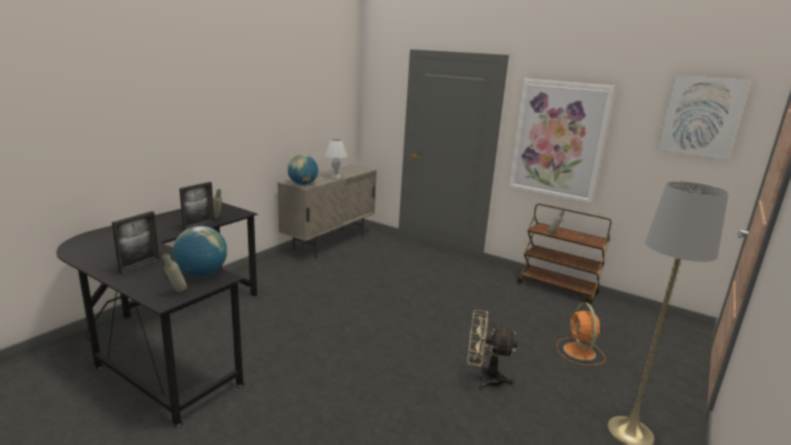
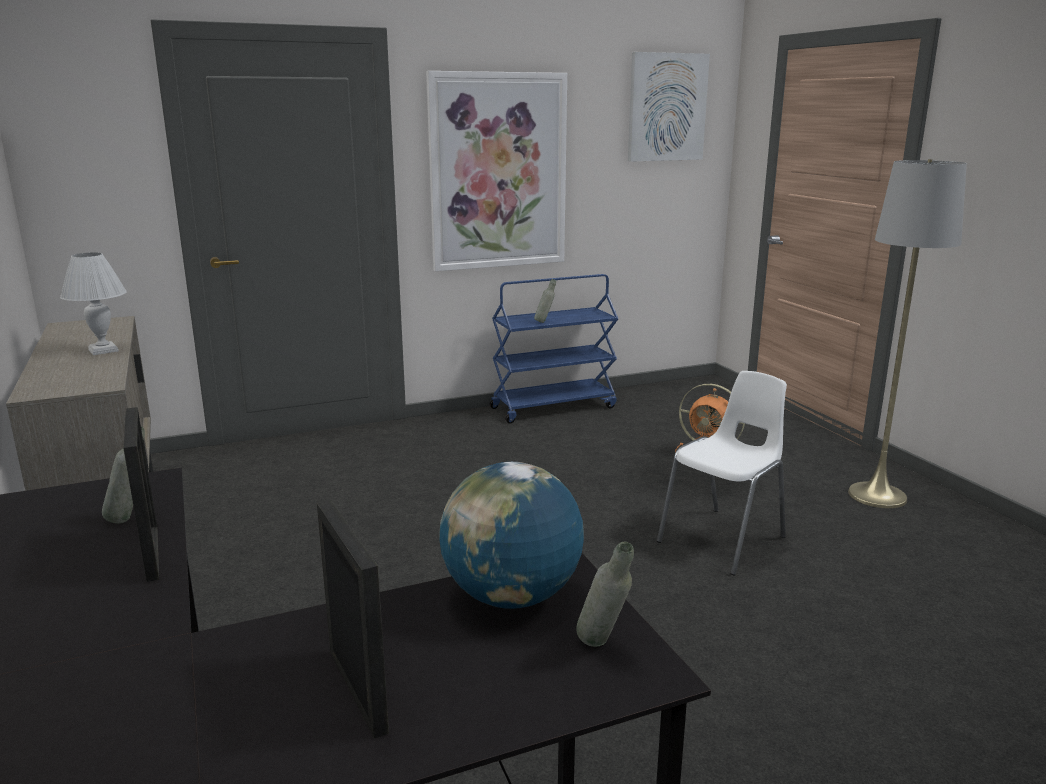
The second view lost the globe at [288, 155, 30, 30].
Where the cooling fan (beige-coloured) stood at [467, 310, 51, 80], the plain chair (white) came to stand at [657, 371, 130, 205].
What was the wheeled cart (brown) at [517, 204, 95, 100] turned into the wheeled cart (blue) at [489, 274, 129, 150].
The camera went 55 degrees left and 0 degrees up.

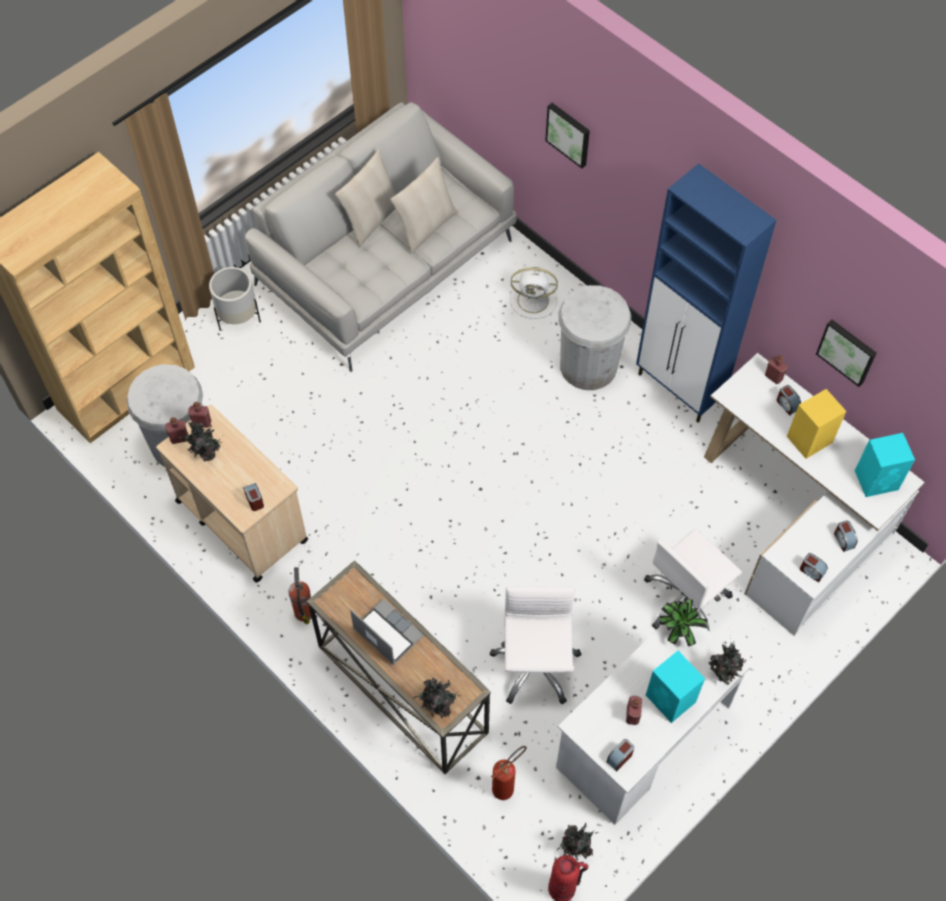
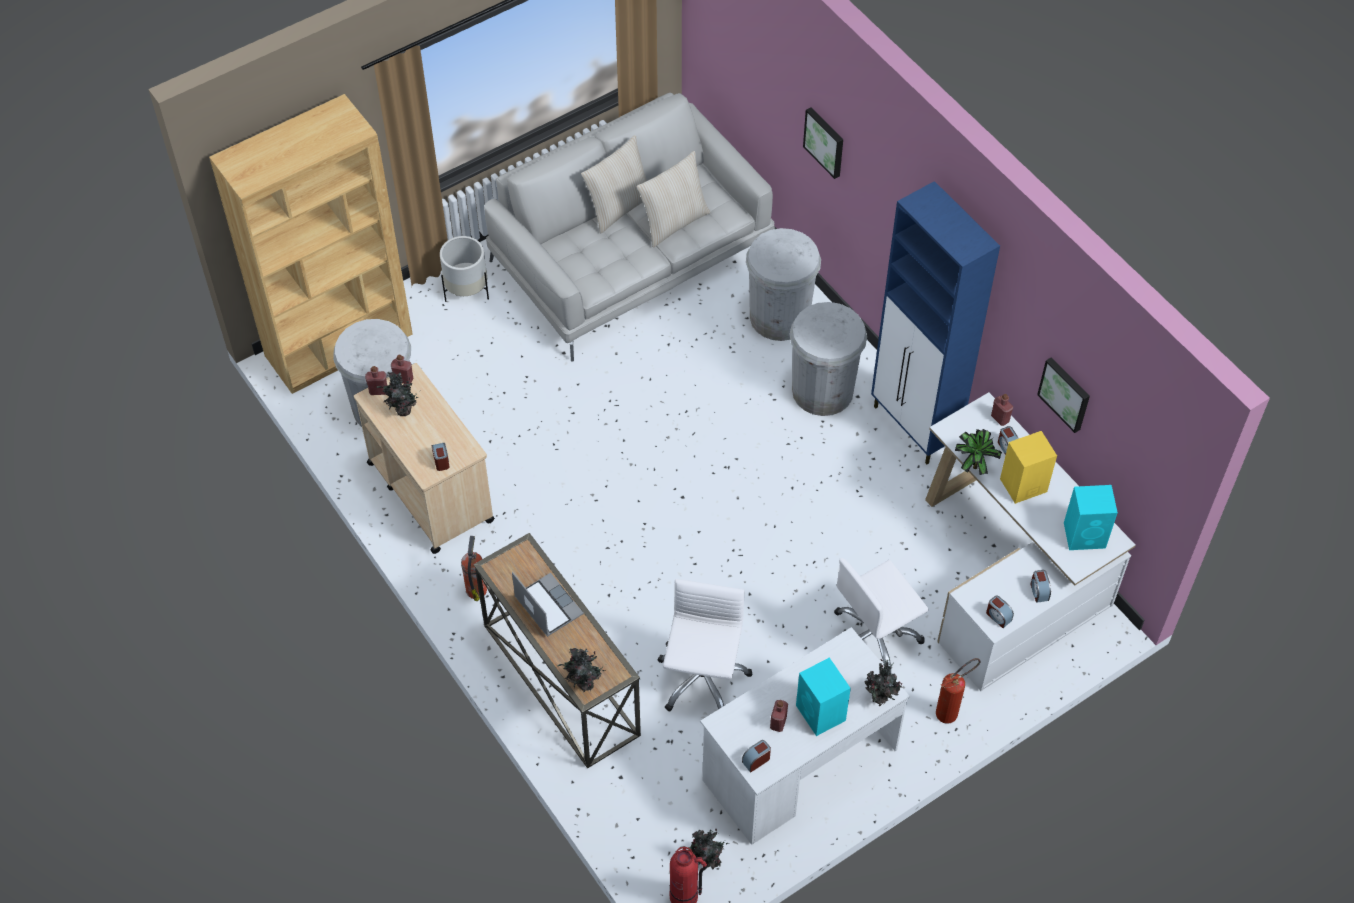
The fire extinguisher ended up elsewhere, having gone from [491, 746, 36, 54] to [936, 658, 45, 66].
The houseplant ended up elsewhere, having gone from [659, 598, 49, 49] to [955, 429, 47, 46].
Where the cooling fan (white) stood at [510, 267, 48, 52], the waste bin (white) came to stand at [746, 228, 75, 113].
The camera went 10 degrees right and 5 degrees down.

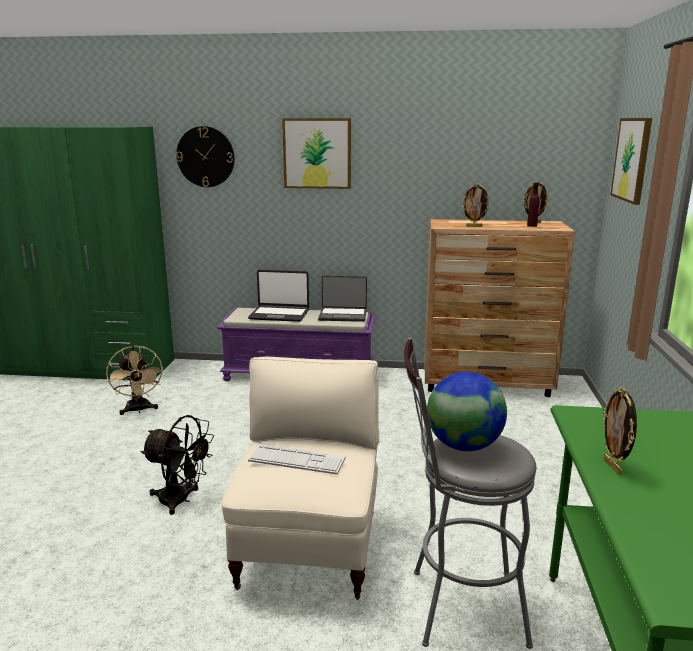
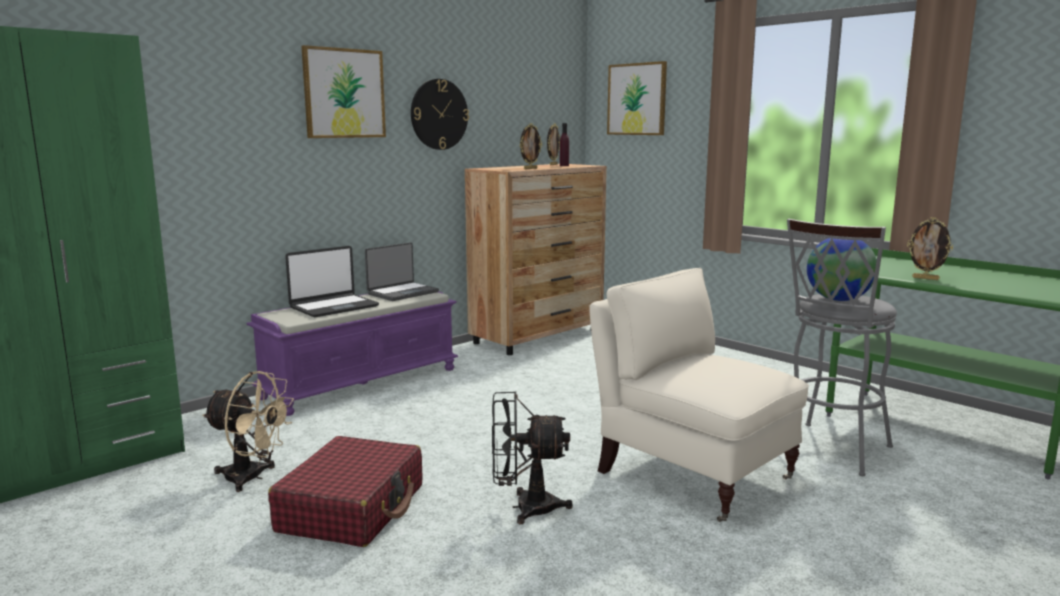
The second view lost the computer keyboard at [248, 444, 98, 31].
The second view gained the suitcase (red-coloured) at [268, 436, 154, 111].
The hanging clock ended up elsewhere, having gone from [176, 126, 58, 61] to [411, 79, 58, 71].
The cooling fan (black) at [141, 415, 73, 100] ended up facing another way, 150 degrees counterclockwise from before.
The camera went 50 degrees left and 5 degrees down.

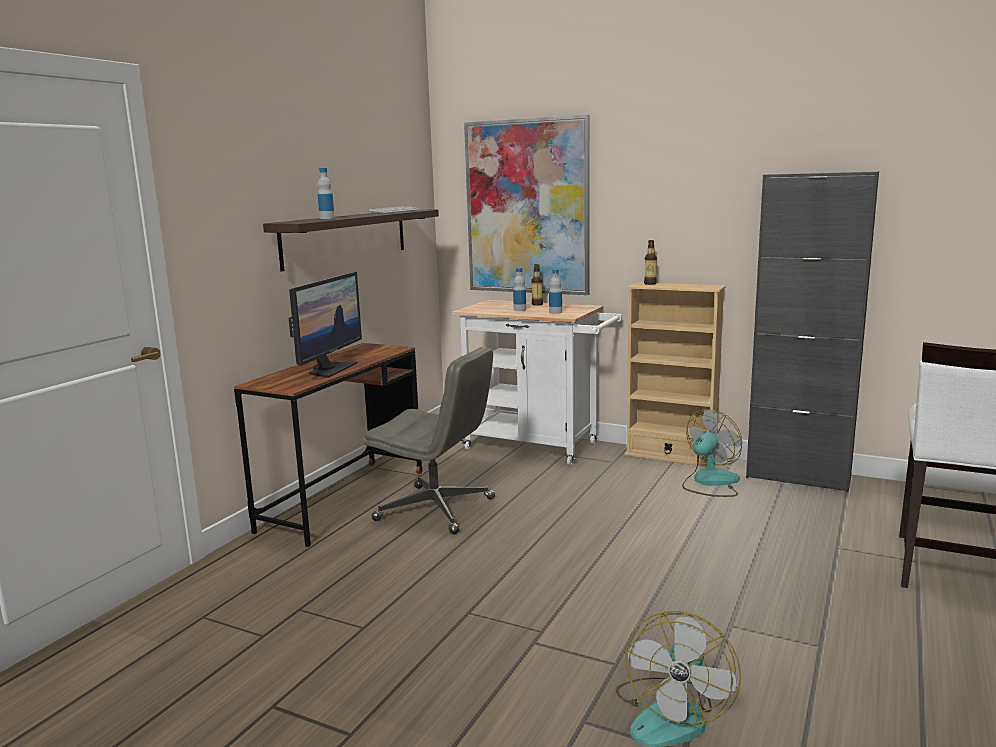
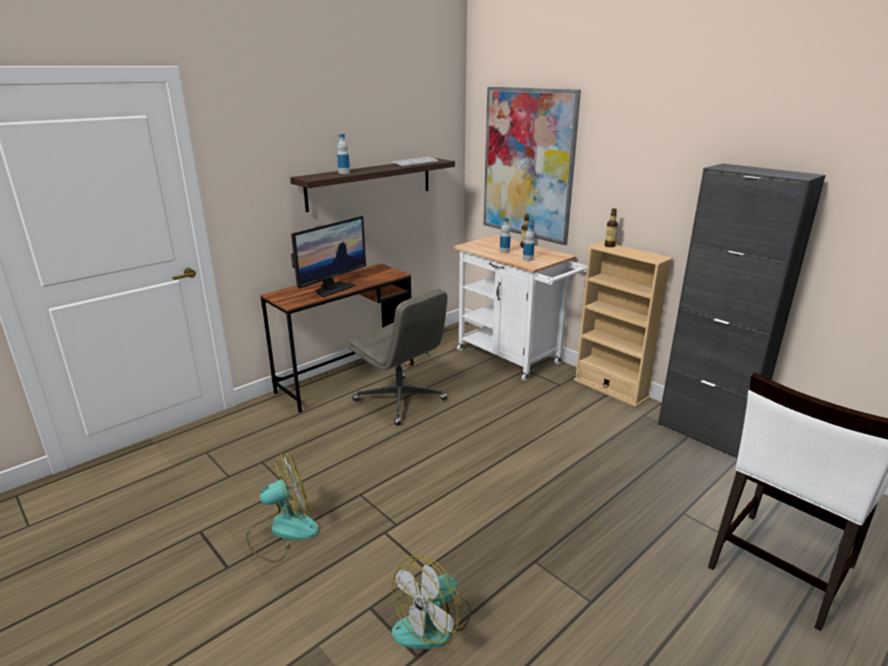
The cooling fan ended up elsewhere, having gone from [682, 409, 60, 88] to [246, 453, 73, 109].
The camera went 20 degrees right and 10 degrees up.

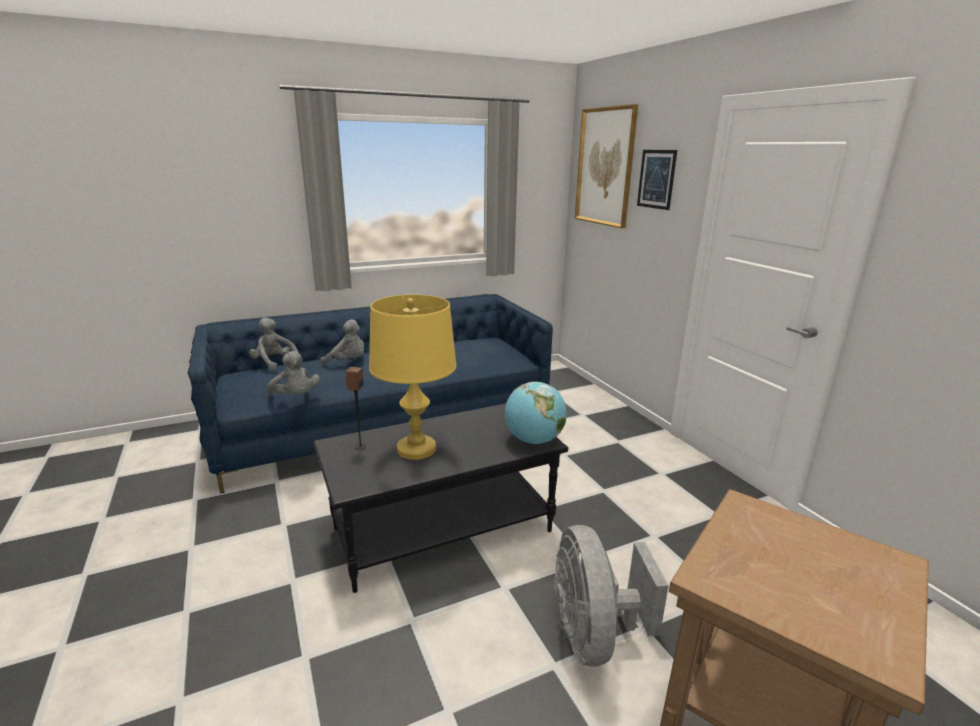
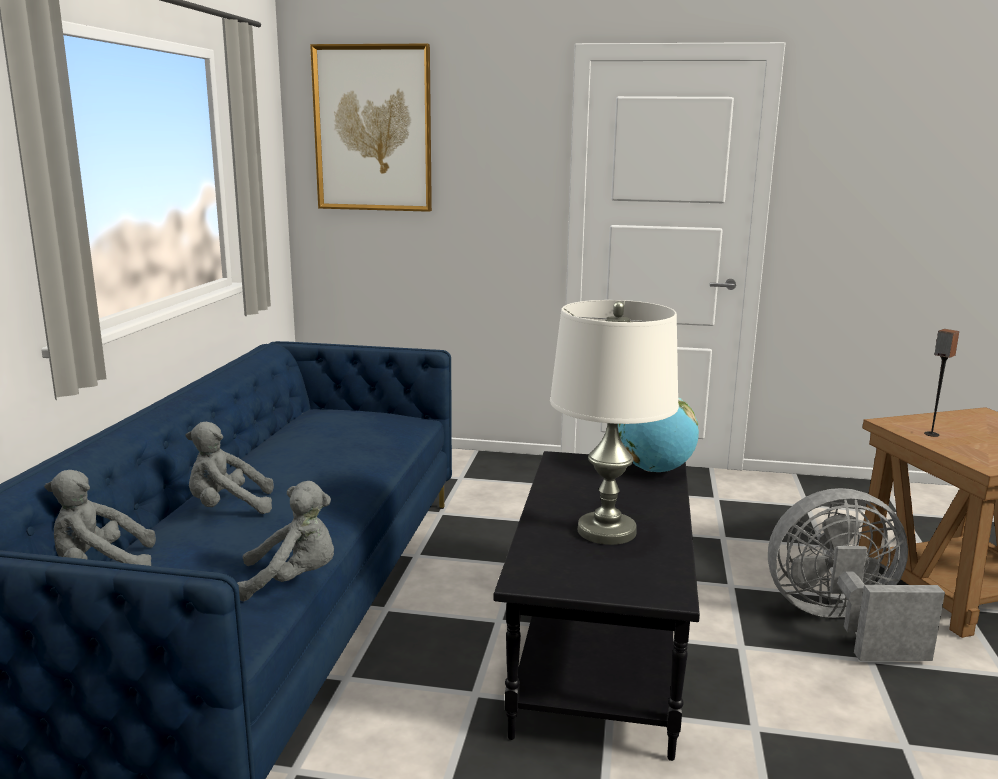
The second view lost the wall picture at [637, 150, 40, 60].
The speaker ended up elsewhere, having gone from [345, 367, 21, 83] to [924, 329, 35, 108].
What was the tabletop lamp (yellow-coloured) at [369, 295, 88, 165] turned into the tabletop lamp (white) at [550, 300, 129, 245].
The plush toy (greyish) at [321, 319, 43, 47] ended up facing another way, 150 degrees counterclockwise from before.
The cooling fan (greyish) at [555, 525, 114, 142] ended up facing another way, 150 degrees clockwise from before.
The camera went 55 degrees left and 5 degrees down.

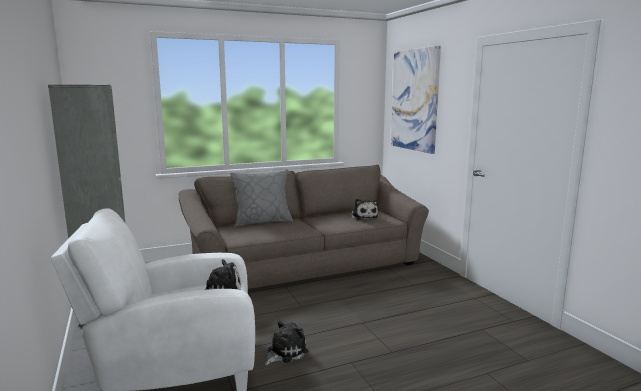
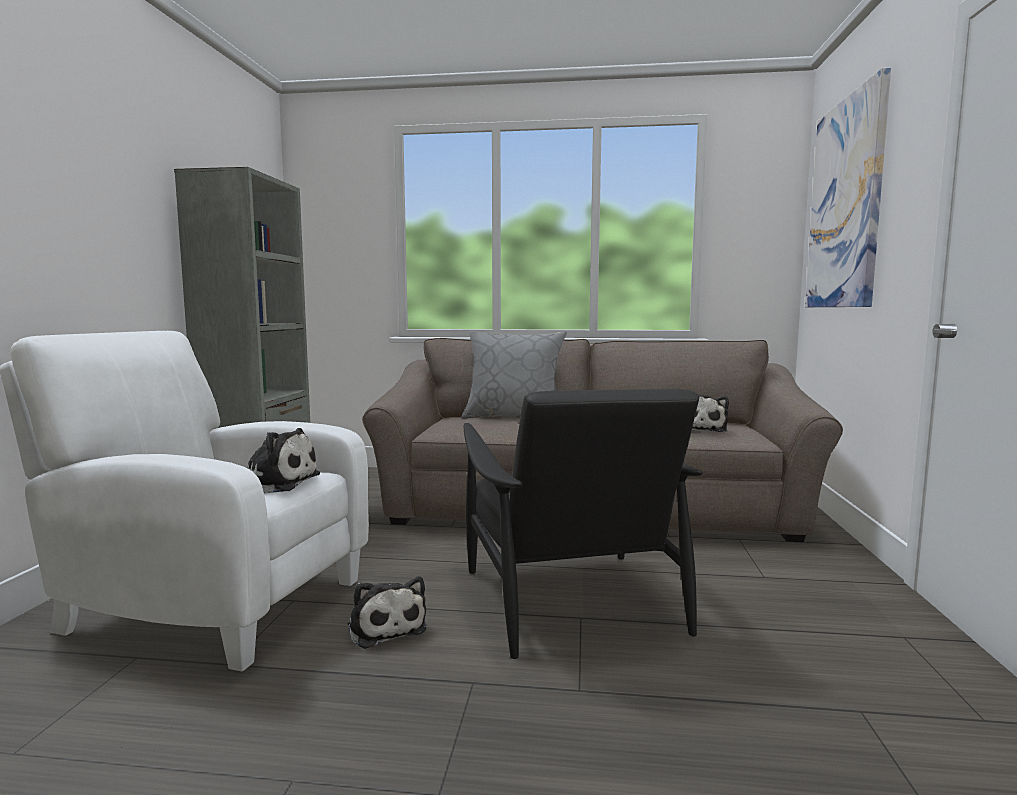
The second view gained the lounge chair (black) at [463, 389, 240, 270].
The plush toy at [265, 321, 43, 44] ended up facing another way, 75 degrees clockwise from before.
The camera went 30 degrees right and 5 degrees down.

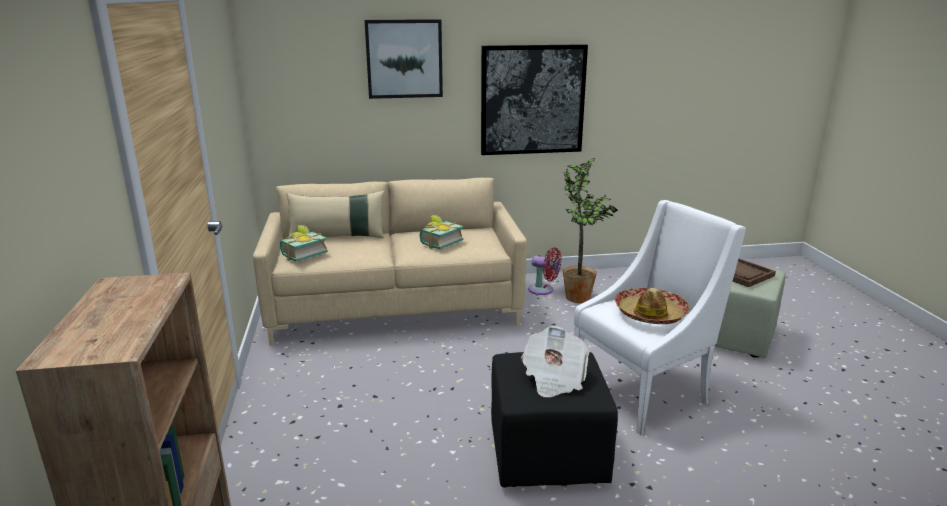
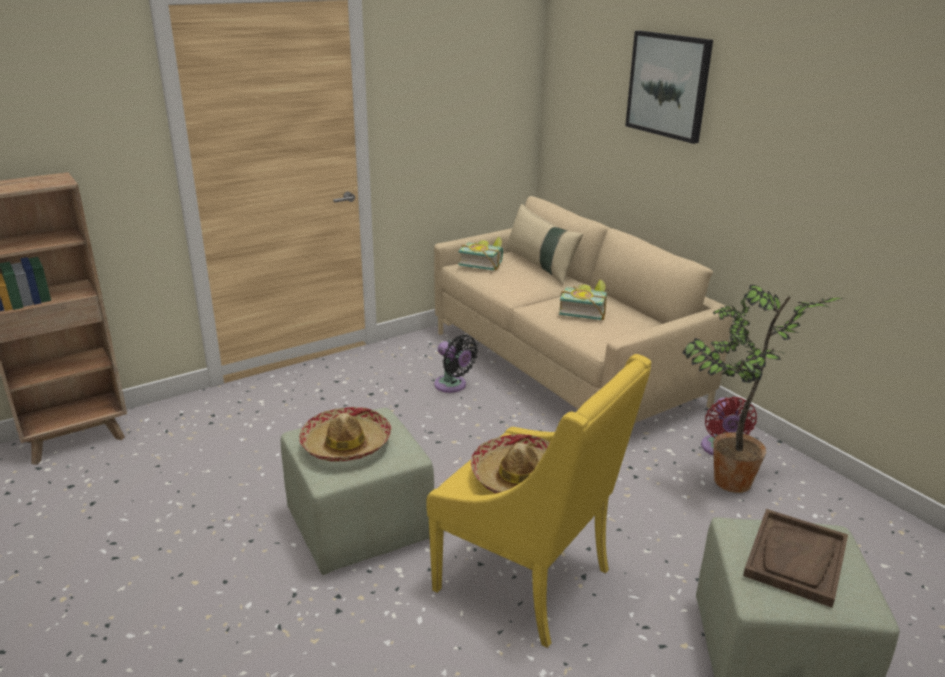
The second view lost the wall picture at [481, 44, 107, 111].
The second view gained the cooling fan (black) at [434, 335, 44, 58].
Where the daily paper stood at [521, 326, 68, 71], the hat came to stand at [299, 407, 92, 54].
What was the pouffe (black) at [491, 352, 127, 135] turned into the pouffe (green-coloured) at [281, 408, 153, 167].
What was the lounge chair (white) at [574, 200, 172, 235] turned into the lounge chair (yellow-coloured) at [426, 354, 225, 294].
The camera went 65 degrees right and 5 degrees up.

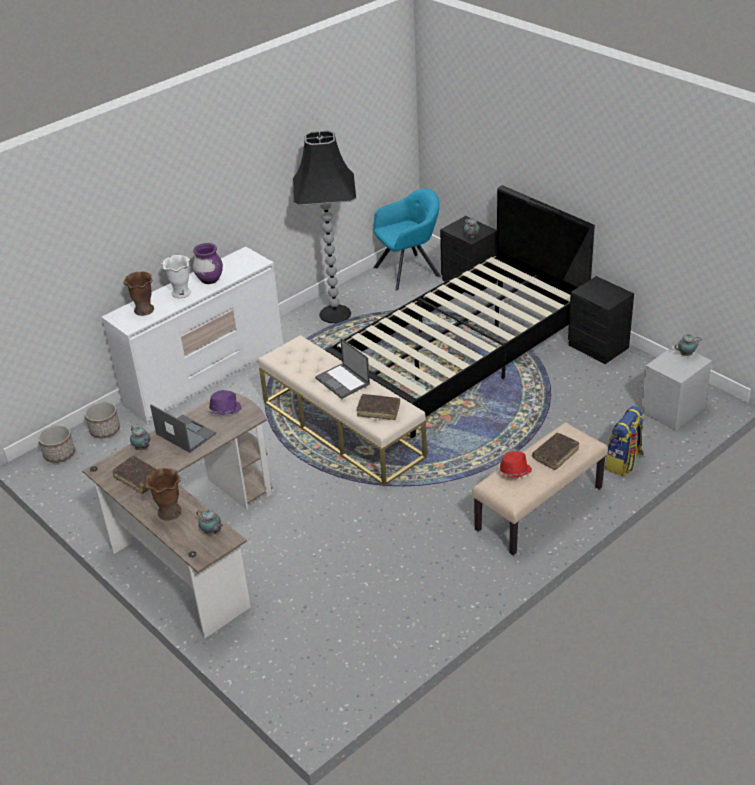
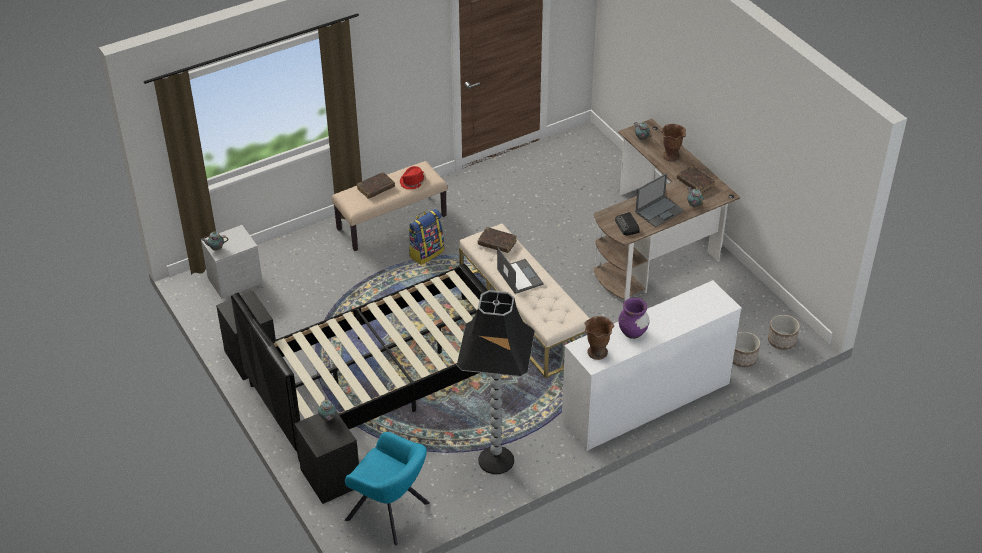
The second view lost the flower vase (white) at [161, 255, 30, 43].
The flower vase (brown) ended up elsewhere, having gone from [123, 271, 31, 45] to [584, 316, 30, 44].
The knapsack ended up elsewhere, having gone from [605, 406, 39, 71] to [408, 209, 36, 56].
Where the hat (purple-coloured) stood at [207, 390, 34, 25], the radio set came to stand at [615, 212, 25, 23].
The portable computer at [150, 404, 66, 49] ended up facing another way, 90 degrees counterclockwise from before.
The lounge chair (turquoise-coloured) at [373, 189, 68, 102] ended up facing another way, 135 degrees counterclockwise from before.
The camera went 170 degrees left and 5 degrees up.

